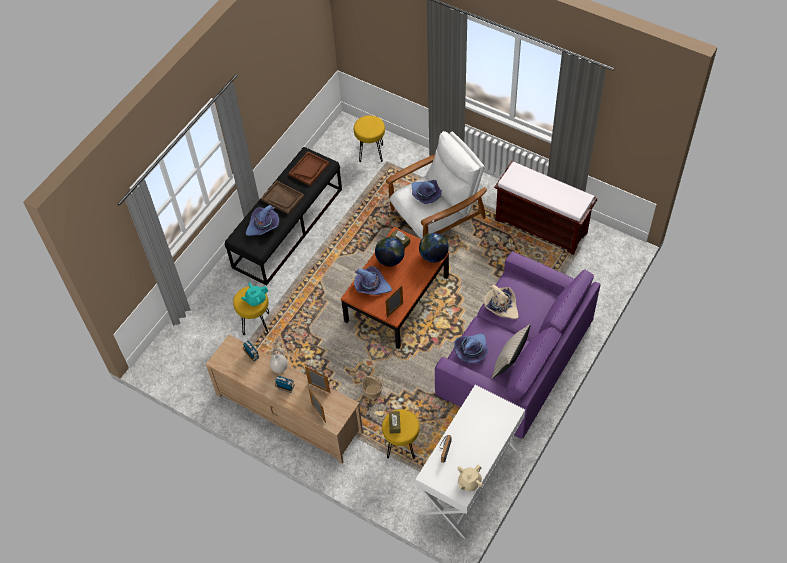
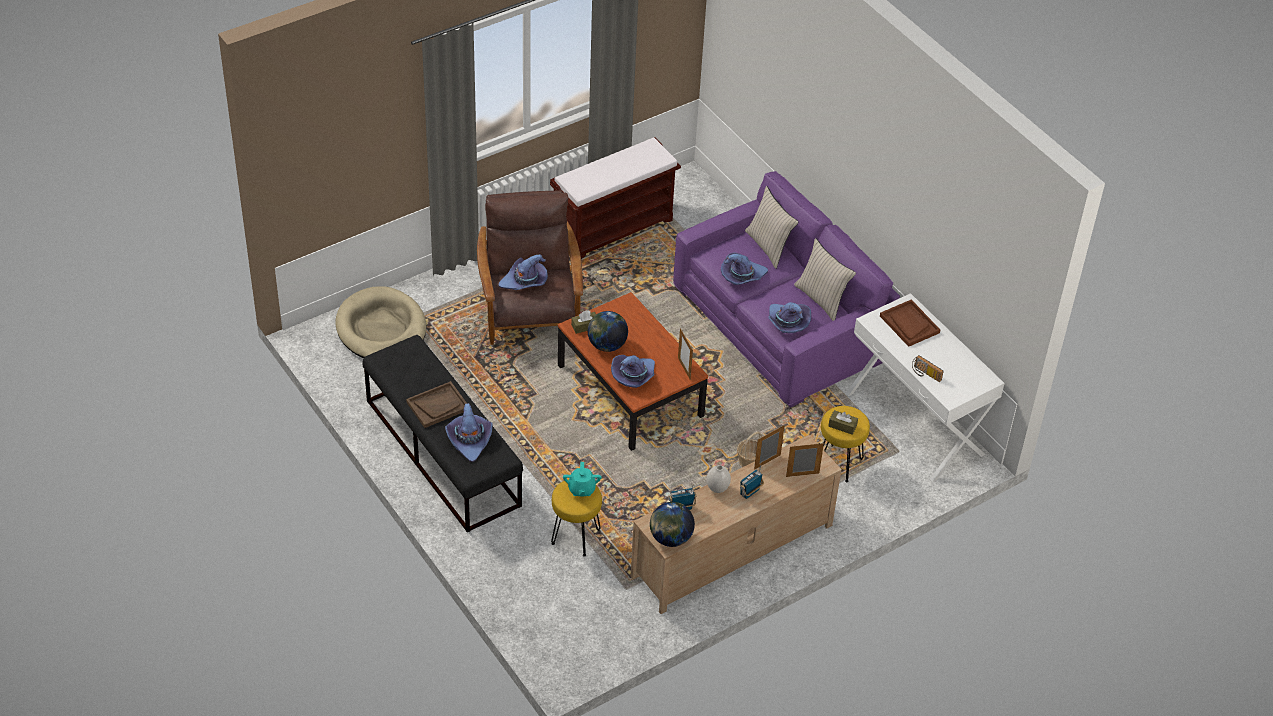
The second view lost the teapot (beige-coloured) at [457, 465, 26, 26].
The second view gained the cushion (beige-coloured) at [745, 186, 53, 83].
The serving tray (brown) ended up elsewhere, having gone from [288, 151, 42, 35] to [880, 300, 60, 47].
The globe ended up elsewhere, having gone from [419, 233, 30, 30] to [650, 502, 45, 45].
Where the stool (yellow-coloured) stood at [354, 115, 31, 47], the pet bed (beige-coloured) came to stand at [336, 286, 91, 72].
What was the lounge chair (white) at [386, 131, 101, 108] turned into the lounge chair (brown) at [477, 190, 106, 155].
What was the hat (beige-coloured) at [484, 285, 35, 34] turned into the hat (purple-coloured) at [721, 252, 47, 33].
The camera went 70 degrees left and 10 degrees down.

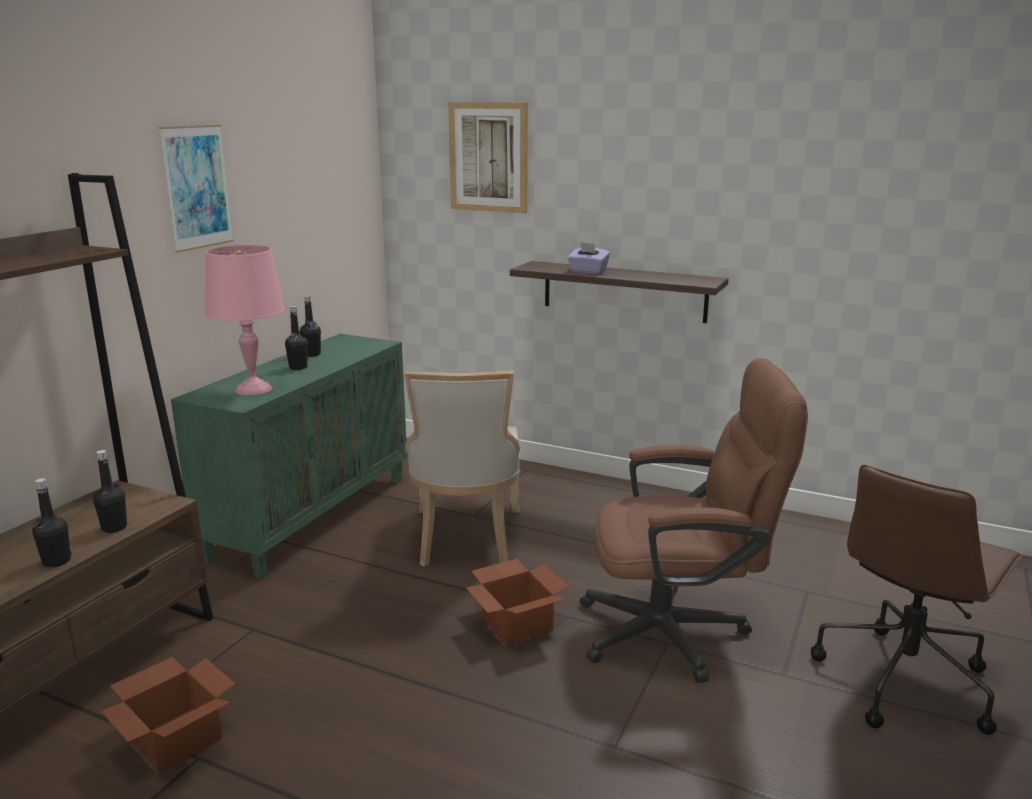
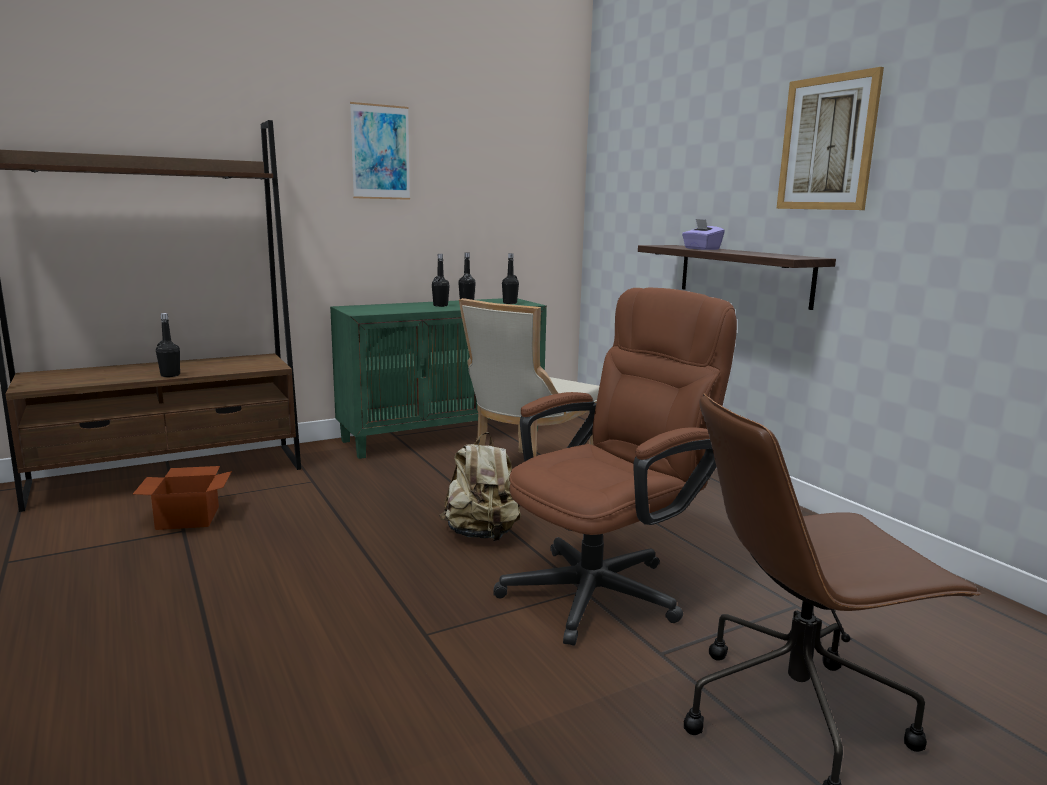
The second view lost the tabletop lamp (pink-coloured) at [205, 245, 80, 150].
The drink bottle (black) ended up elsewhere, having gone from [93, 450, 34, 83] to [502, 253, 17, 51].
The wall picture ended up elsewhere, having gone from [448, 102, 80, 111] to [776, 67, 108, 143].
Where the carton stood at [466, 559, 103, 86], the knapsack (beige-coloured) came to stand at [439, 432, 82, 109].
The desk chair (brown) at [580, 358, 228, 325] ended up facing another way, 75 degrees counterclockwise from before.
The camera went 35 degrees right and 5 degrees down.

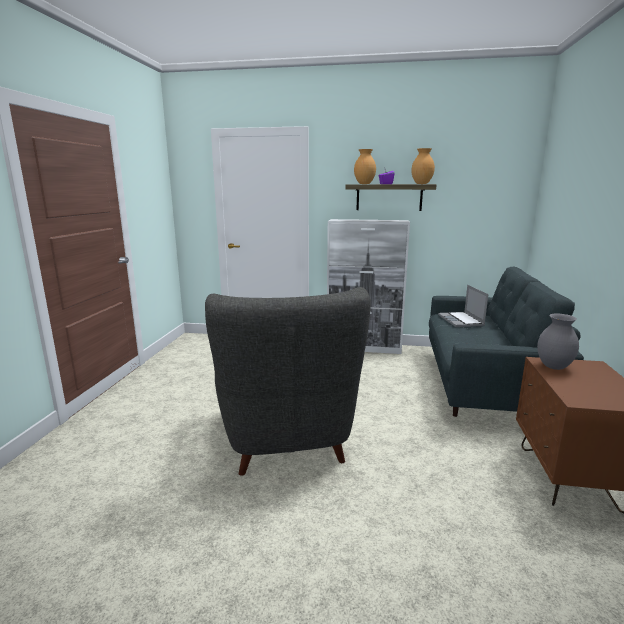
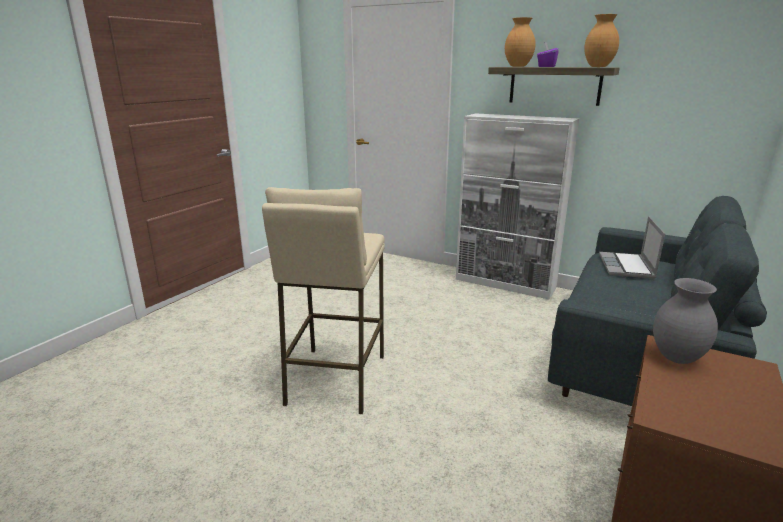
Where the lounge chair (greyish) stood at [205, 287, 166, 189], the stool (beige-coloured) came to stand at [262, 187, 123, 228].
The camera went 20 degrees right and 5 degrees up.

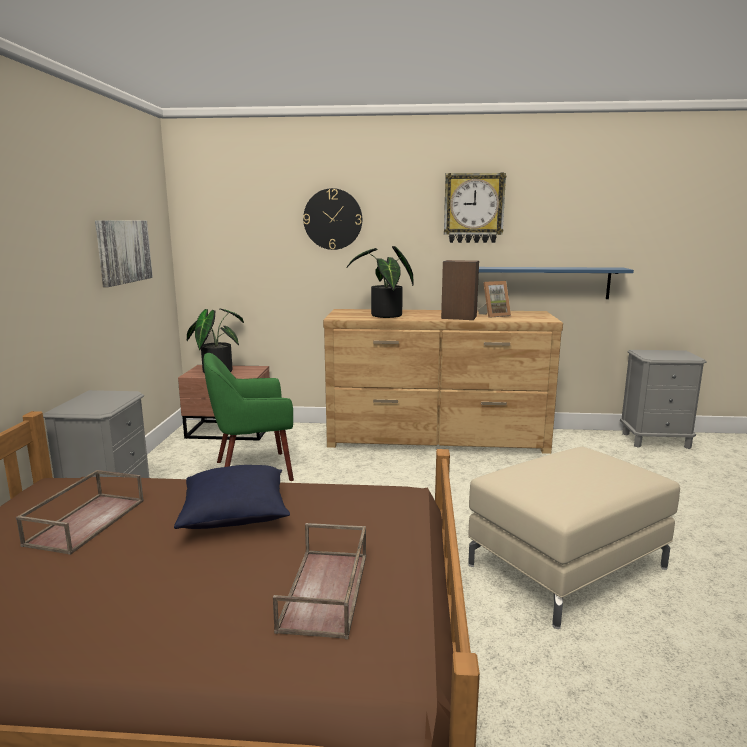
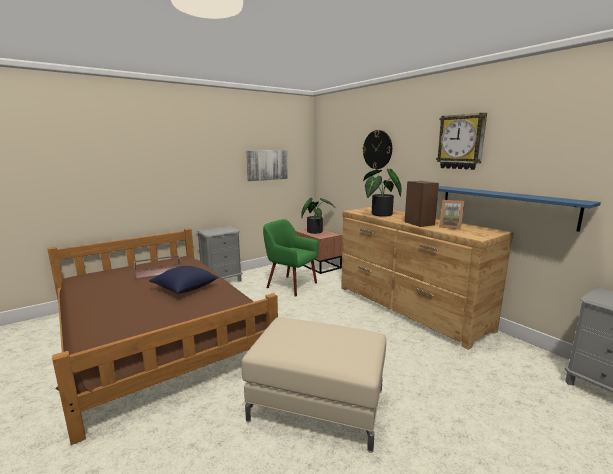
The second view lost the serving tray (brown) at [273, 523, 93, 116].
The camera went 50 degrees right and 0 degrees up.

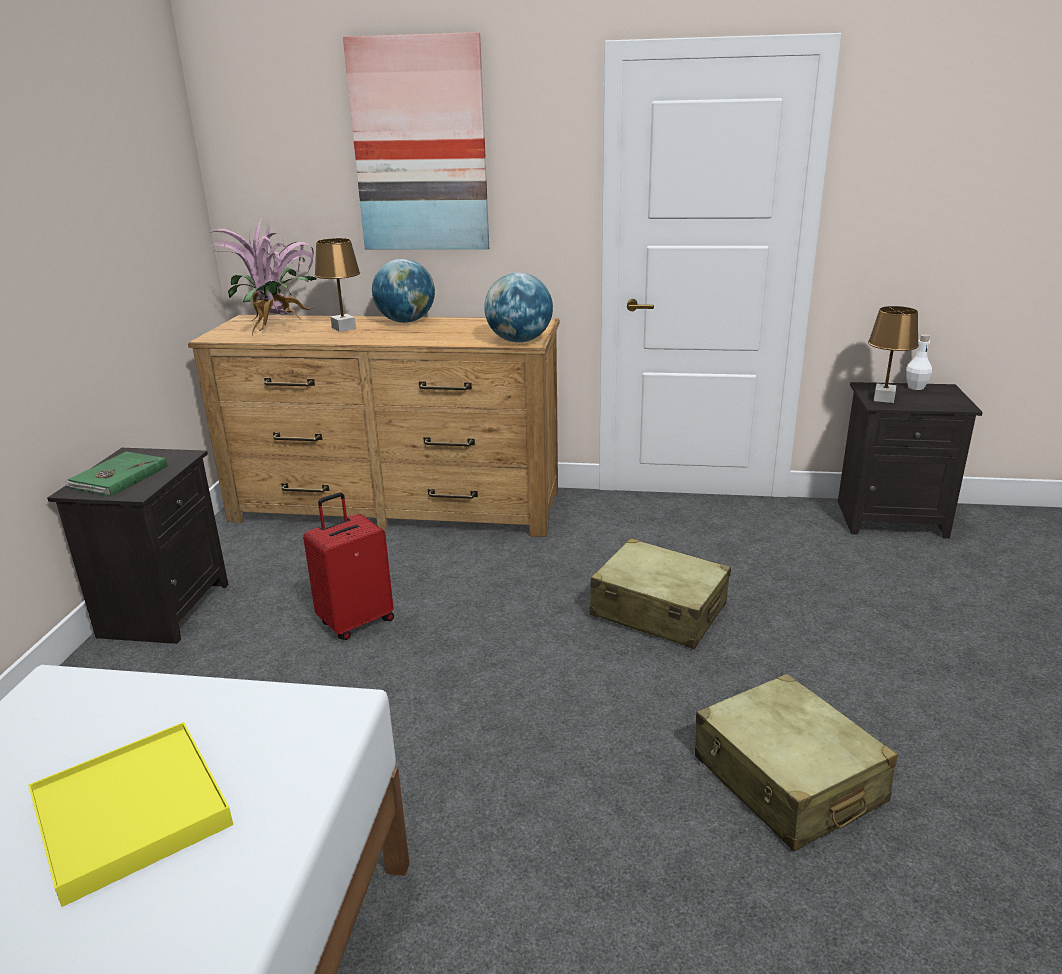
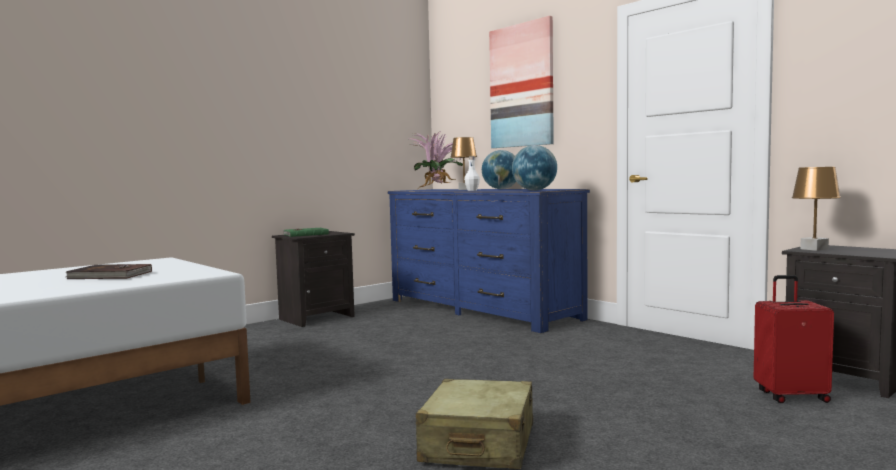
The second view lost the suitcase (beige-coloured) at [589, 538, 142, 111].
The suitcase (red-coloured) ended up elsewhere, having gone from [303, 492, 91, 148] to [754, 275, 80, 128].
The drink bottle (white) ended up elsewhere, having gone from [906, 334, 26, 56] to [464, 156, 16, 35].
Where the serving tray (yellow-coloured) stood at [28, 722, 205, 185], the bound book (brown) came to stand at [66, 264, 86, 15].
What was the drawer chest (brown) at [188, 315, 372, 222] turned into the drawer chest (blue) at [388, 189, 202, 144].
The camera went 40 degrees right and 20 degrees down.

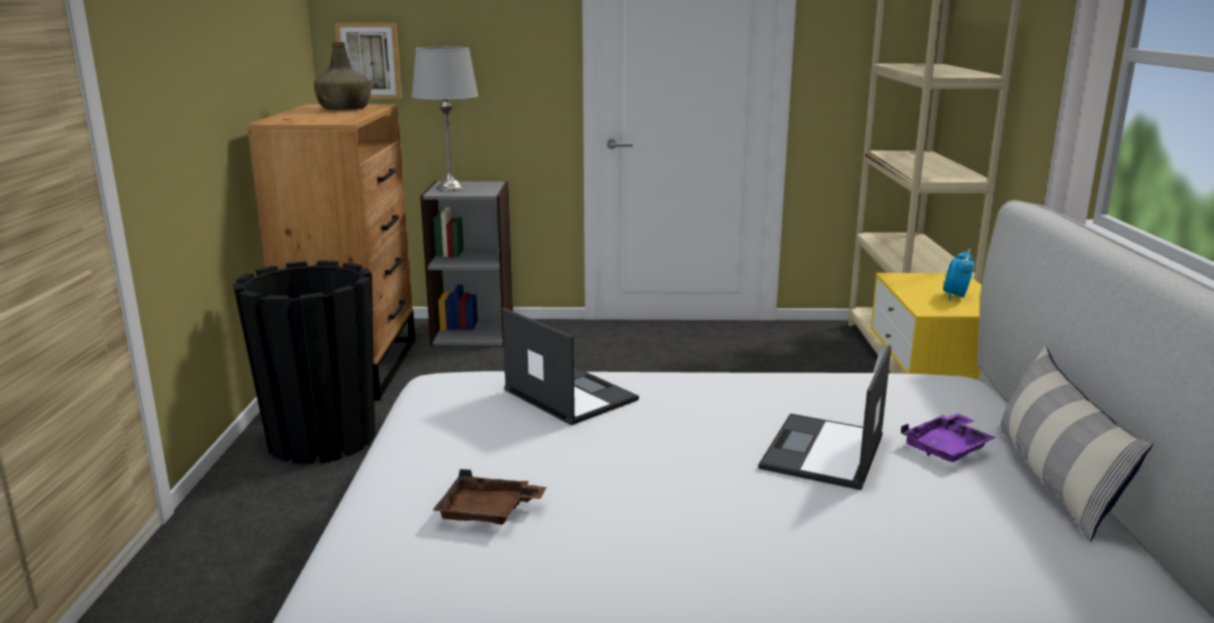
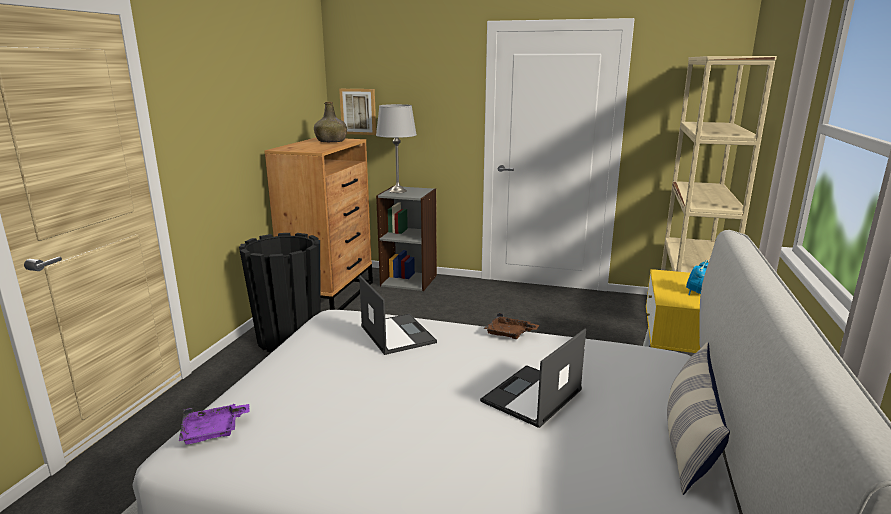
The serving tray (brown) ended up elsewhere, having gone from [433, 469, 114, 56] to [484, 313, 56, 26].
The serving tray (purple-coloured) ended up elsewhere, having gone from [901, 413, 95, 49] to [179, 403, 70, 41].
The camera went 15 degrees right and 0 degrees up.

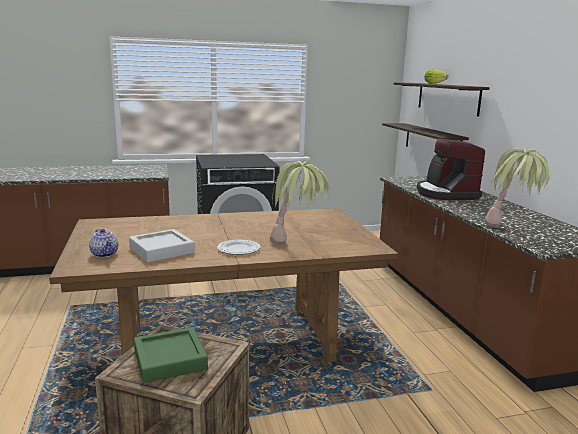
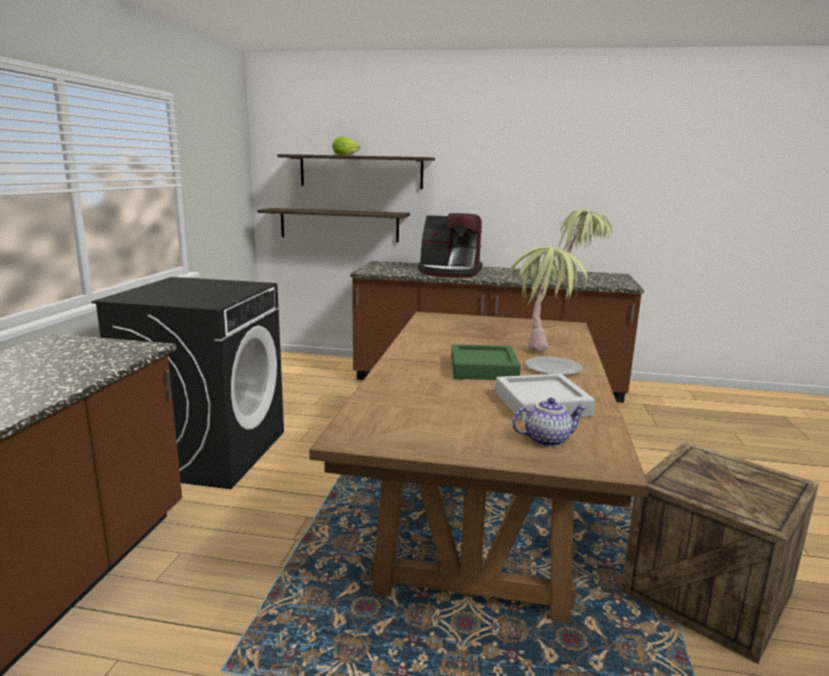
The serving tray (green-coloured) ended up elsewhere, having gone from [134, 327, 74, 56] to [451, 344, 70, 36].
The camera went 65 degrees left and 0 degrees up.

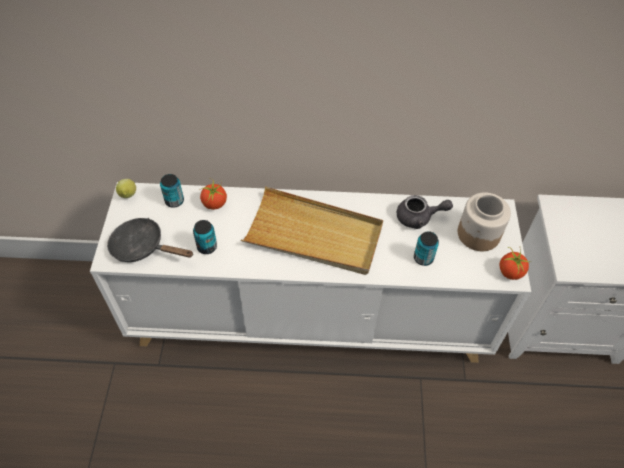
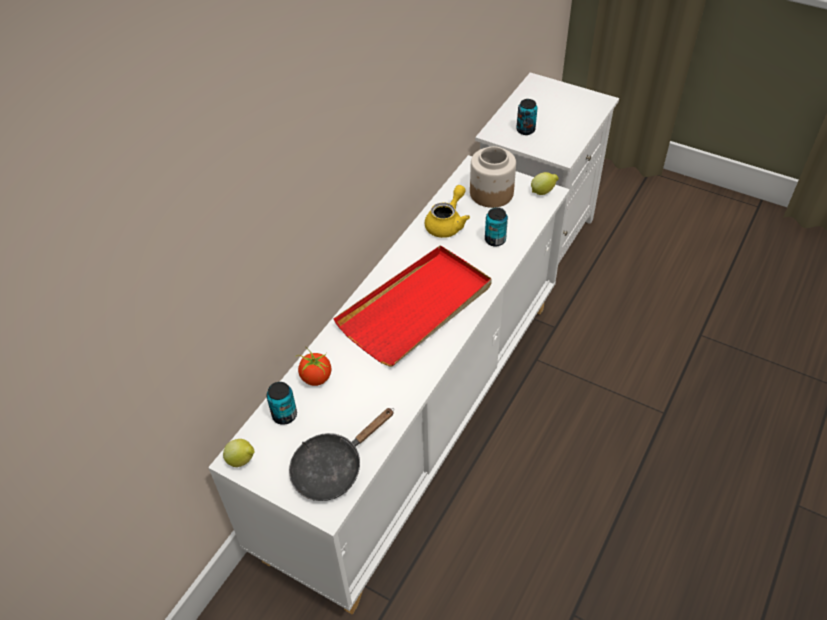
The can ended up elsewhere, having gone from [193, 220, 24, 34] to [516, 99, 22, 36].
Where the fresh tomato stood at [500, 247, 29, 33], the whole lemon came to stand at [531, 172, 28, 23].
What was the serving tray (beige-coloured) at [241, 187, 142, 88] turned into the serving tray (red-coloured) at [333, 245, 159, 121].
What was the teapot (greyish) at [397, 195, 56, 34] turned into the teapot (yellow-coloured) at [425, 185, 45, 53].
The camera went 60 degrees left and 5 degrees down.

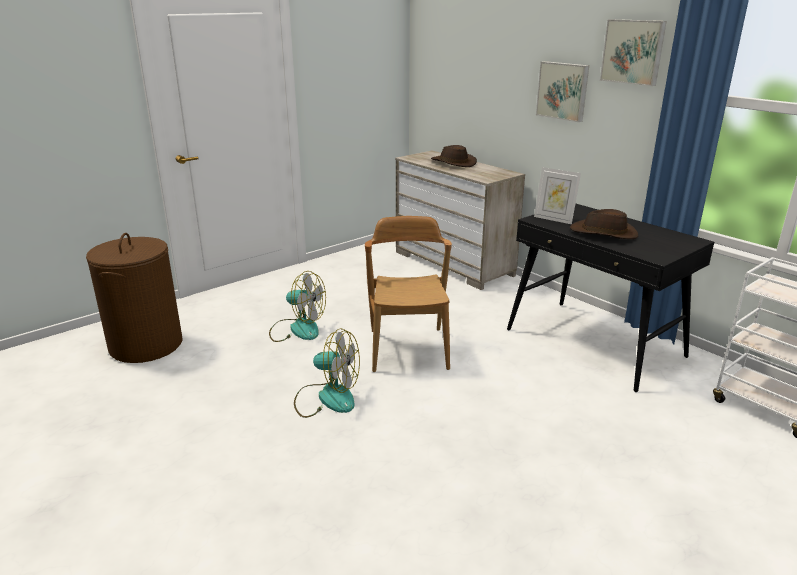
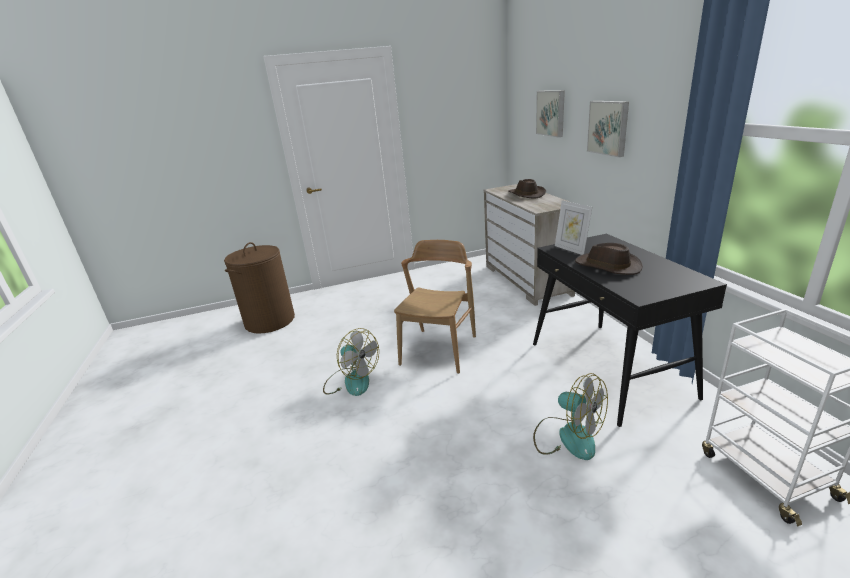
The cooling fan ended up elsewhere, having gone from [269, 271, 57, 71] to [533, 373, 75, 87].
The wall picture ended up elsewhere, having gone from [600, 19, 67, 67] to [536, 91, 29, 46].
The camera went 25 degrees right and 0 degrees up.

